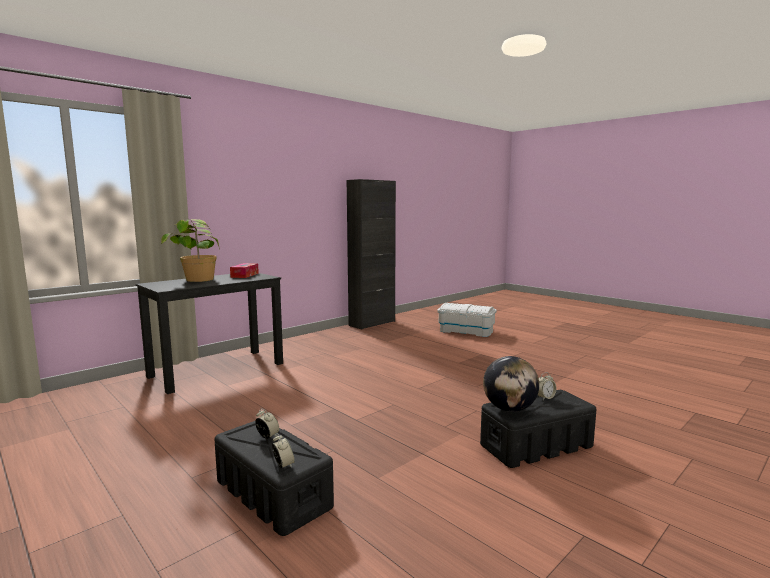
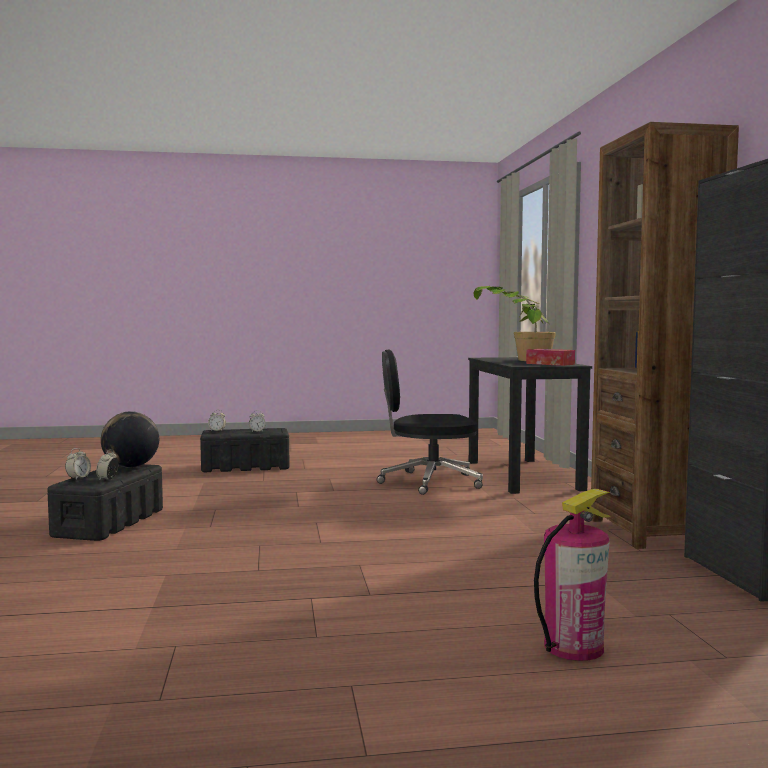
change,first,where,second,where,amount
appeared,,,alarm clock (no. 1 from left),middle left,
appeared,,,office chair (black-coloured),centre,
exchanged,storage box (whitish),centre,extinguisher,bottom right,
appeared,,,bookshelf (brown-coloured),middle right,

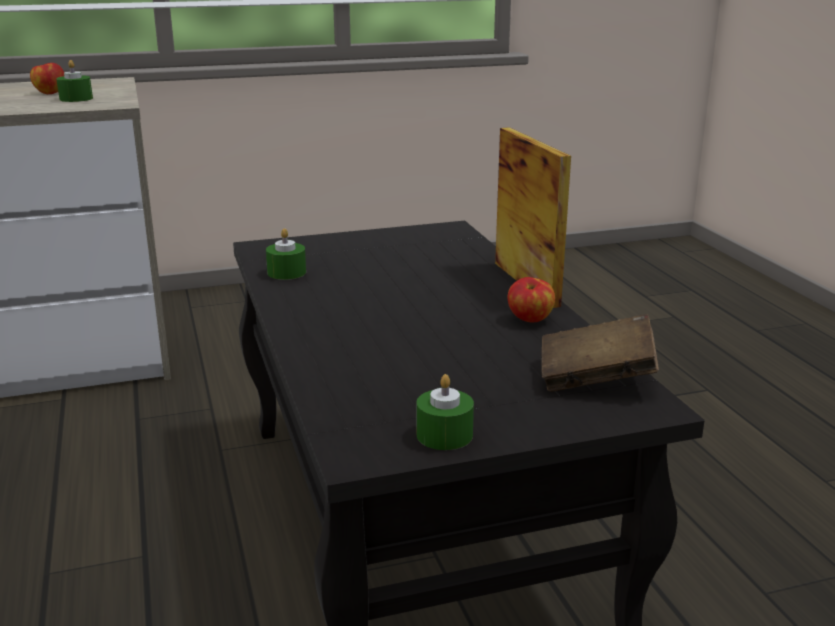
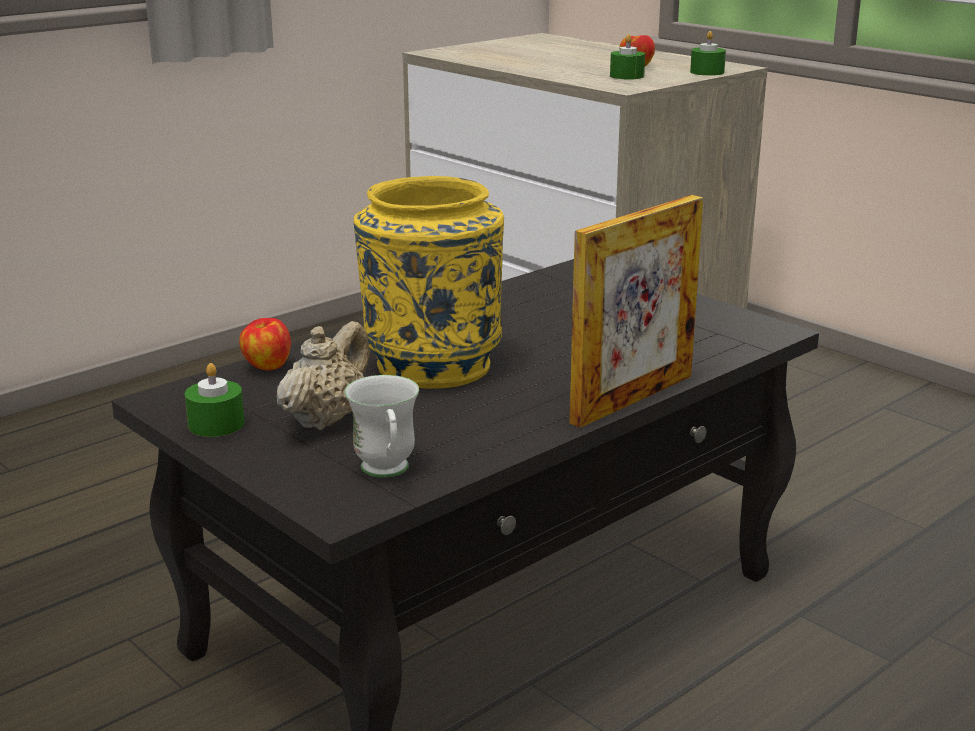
change,first,where,second,where,amount
relocated,apple (no. 2 from left in the first image),centre,apple (no. 1 from left),middle left,
appeared,,,teapot (beige-coloured),middle left,
exchanged,book (brown-coloured),middle right,coffee mug (whitish),centre,
appeared,,,decorative vase (yellow-coloured),centre,
relocated,candle (green-coloured) (no. 2 from left in the first image),centre,candle (green-coloured) (no. 3 from left),top right,

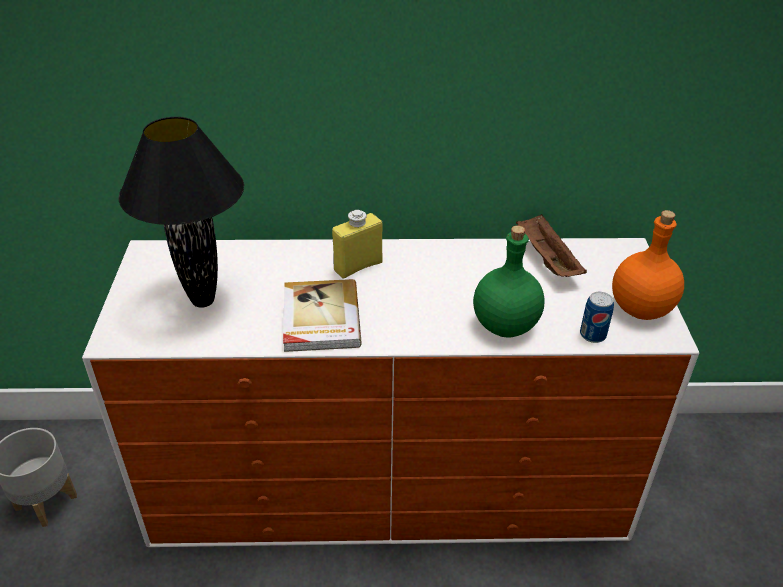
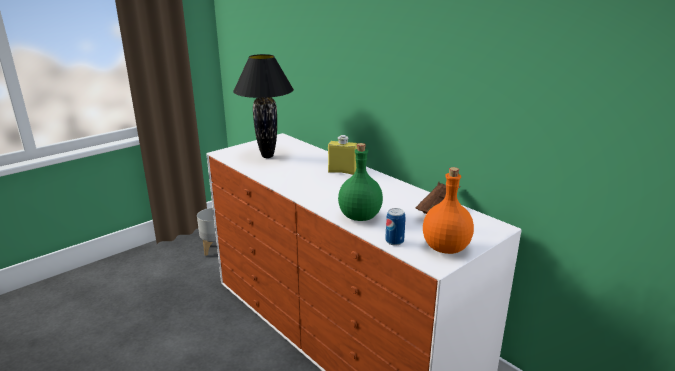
change,first,where,second,where,amount
missing,book,centre,,,

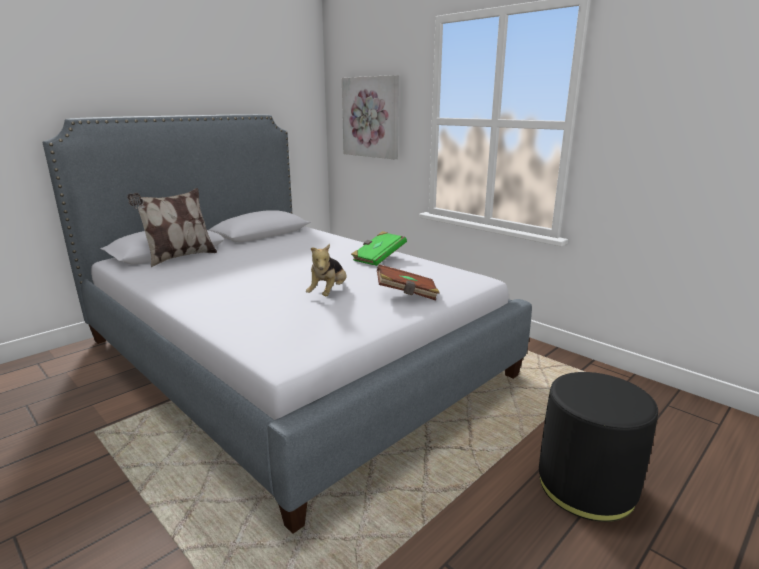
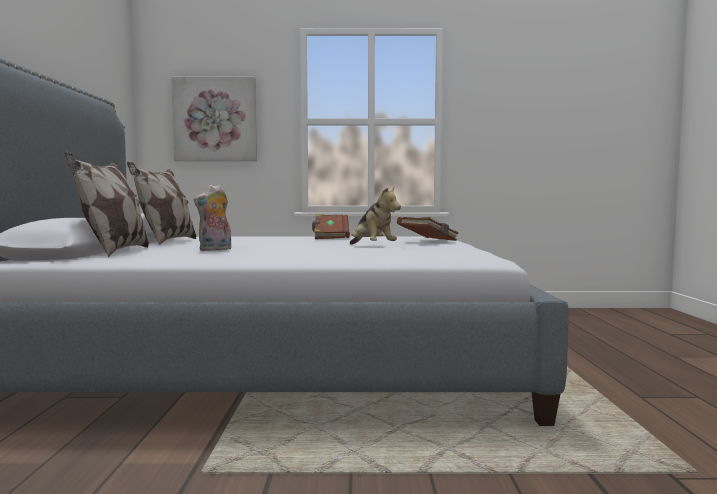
change,first,where,second,where,amount
appeared,,,throw pillow (no. 2 from left),middle left,
appeared,,,cuddly toy (no. 1 from left),middle left,
colour,book (green-coloured),centre,book (brown-coloured) (no. 1 from left),centre,
missing,footrest (black-coloured),bottom right,,,

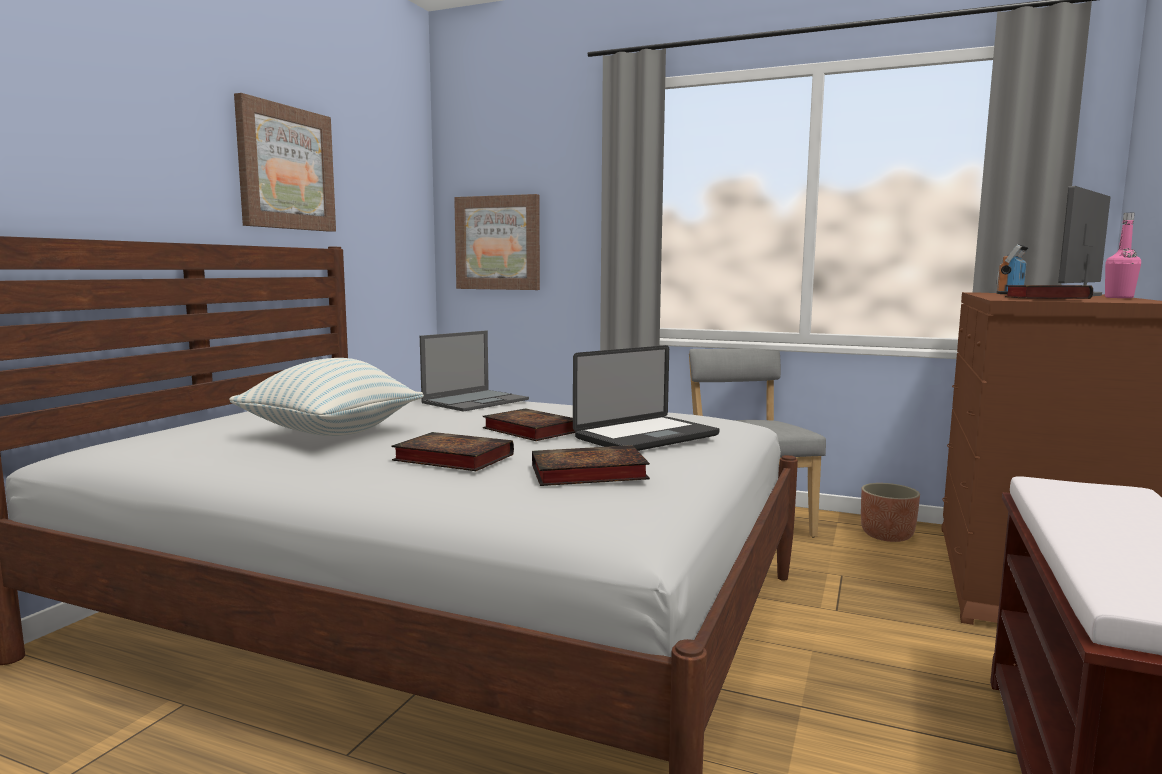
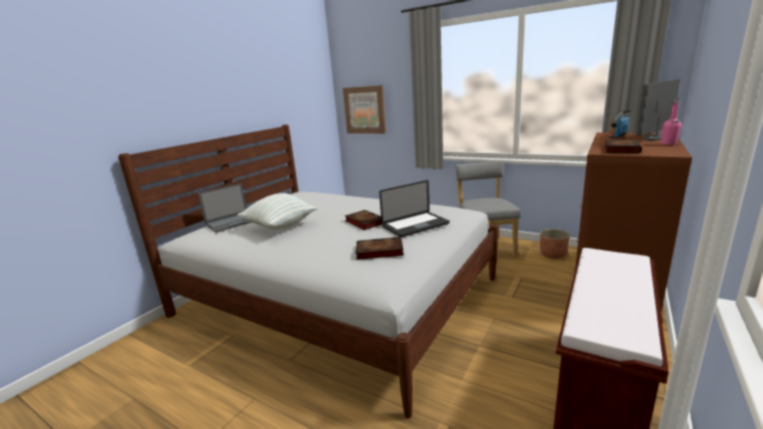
change,first,where,second,where,amount
relocated,portable computer (no. 1 from left),centre,,middle left,
missing,wall art (no. 1 from left),top left,,,
missing,book (no. 1 from left),centre,,,

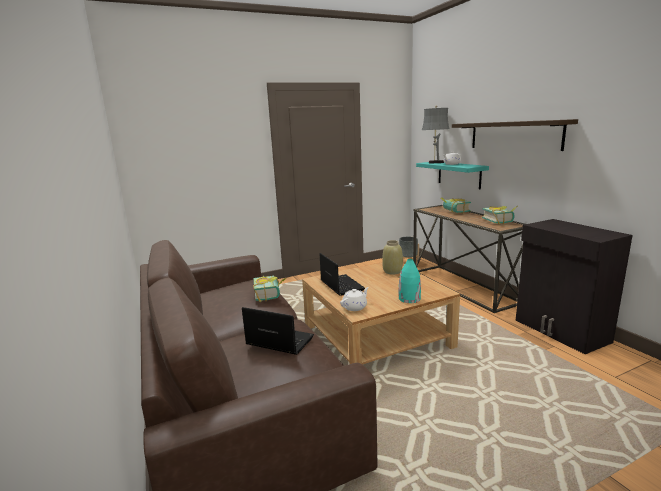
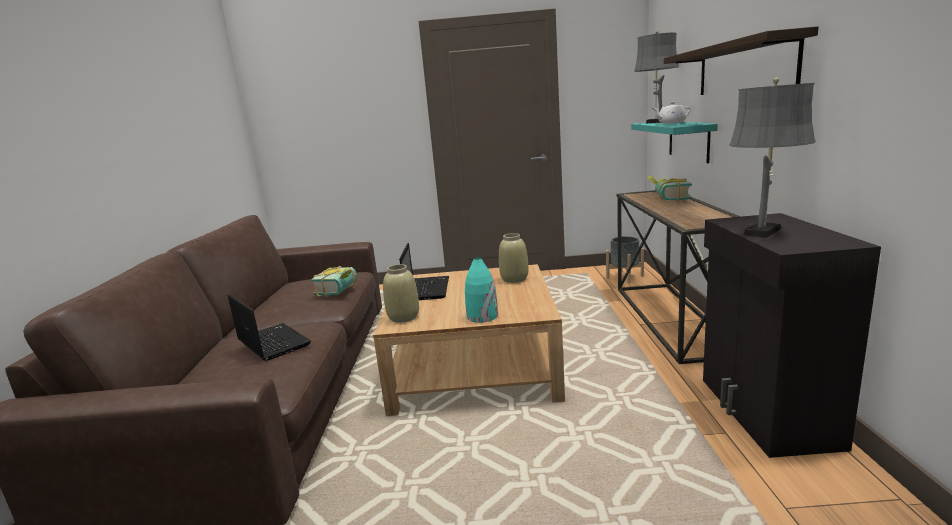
change,first,where,second,where,amount
exchanged,teapot (whitish) (no. 1 from left),centre,decorative vase (beige-coloured) (no. 1 from left),centre,
appeared,,,tabletop lamp (greyish) (no. 2 from left),top right,
missing,book (no. 3 from left),middle right,,,

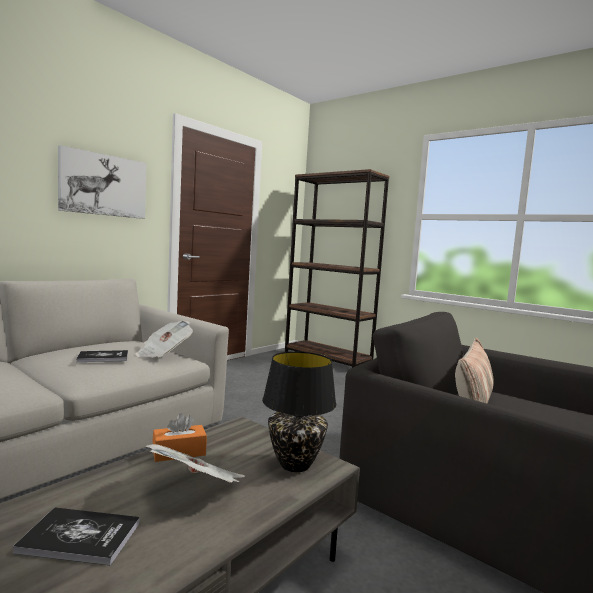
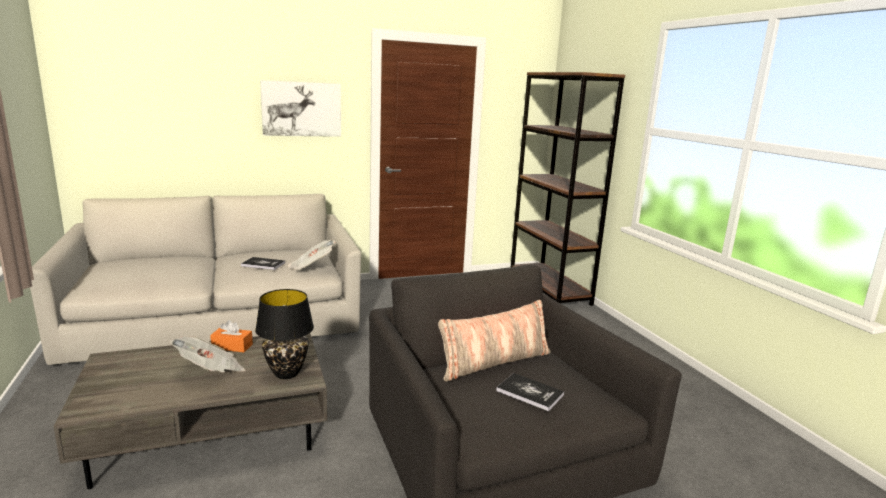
change,first,where,second,where,amount
relocated,book (no. 1 from left in the first image),bottom left,book (no. 2 from left),bottom centre,

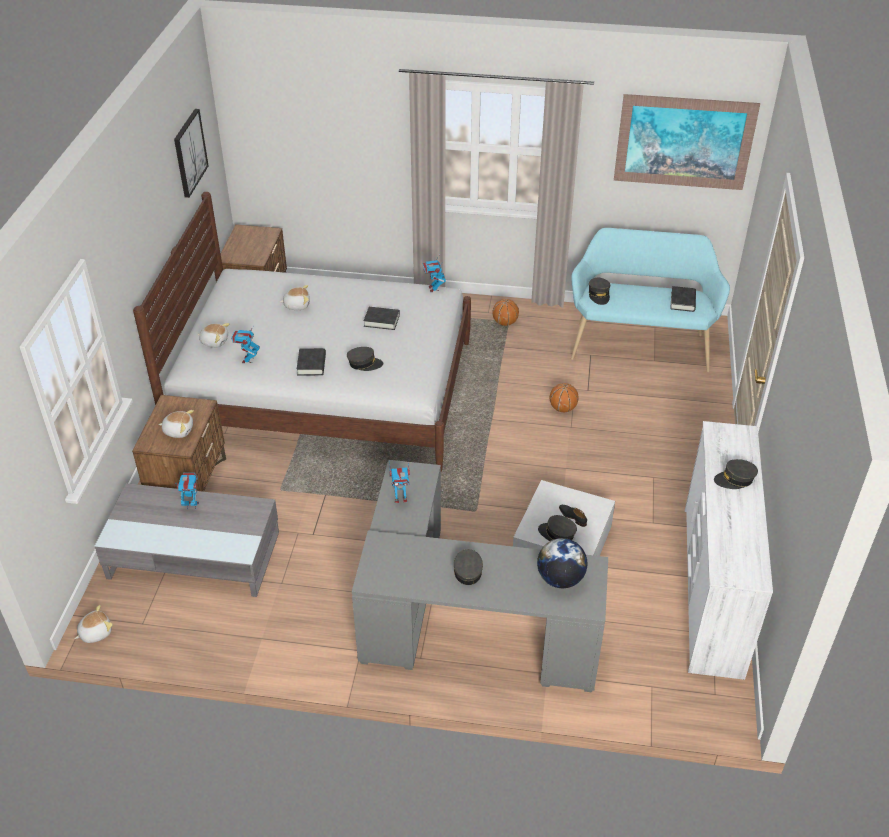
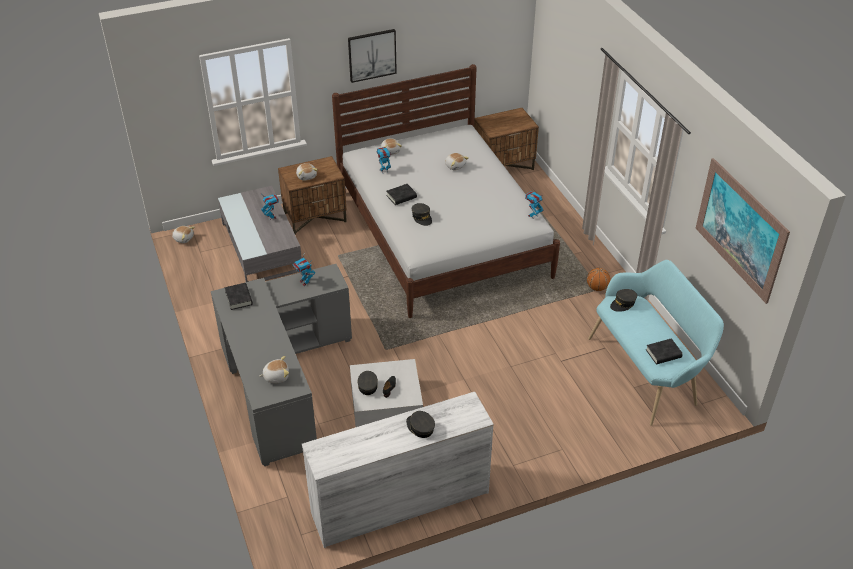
change,first,where,second,where,amount
relocated,book (black-coloured) (no. 2 from left in the first image),centre,book (black-coloured) (no. 1 from left),middle left,
exchanged,desk globe,bottom centre,cuddly toy (no. 2 from left),middle left,
relocated,wall art (no. 1 from left),top left,,top centre,
missing,peaked cap (greyish) (no. 2 from left),bottom centre,,,
missing,basketball ball (no. 2 from left),centre,,,

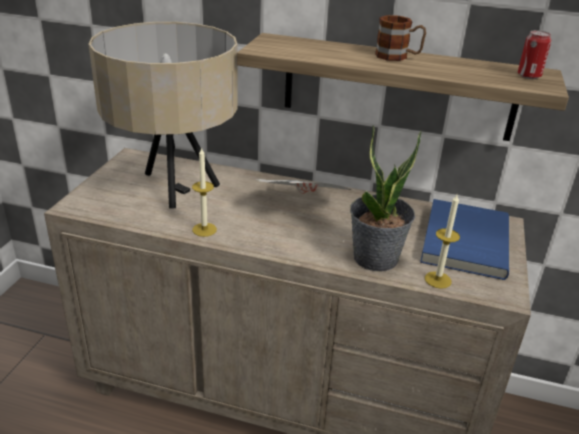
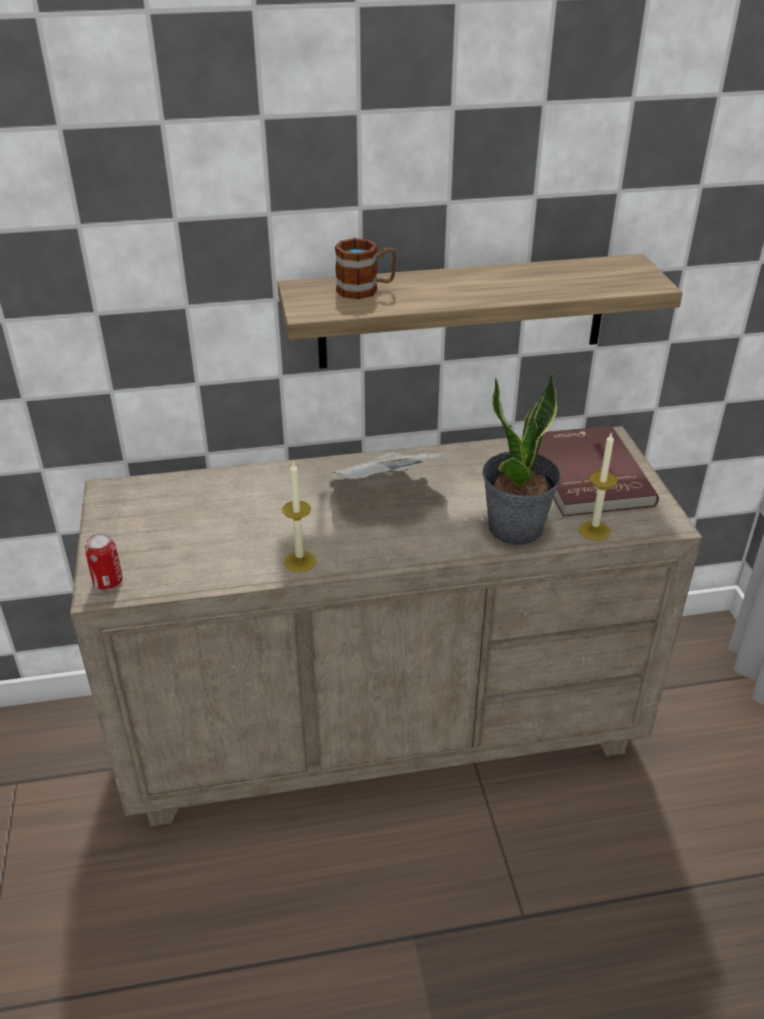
change,first,where,second,where,amount
relocated,sealed can,top right,,middle left,
relocated,coffee mug,top right,,top centre,
colour,book (bluish),middle right,book (red-coloured),middle right,
missing,tabletop lamp (beige-coloured),top left,,,

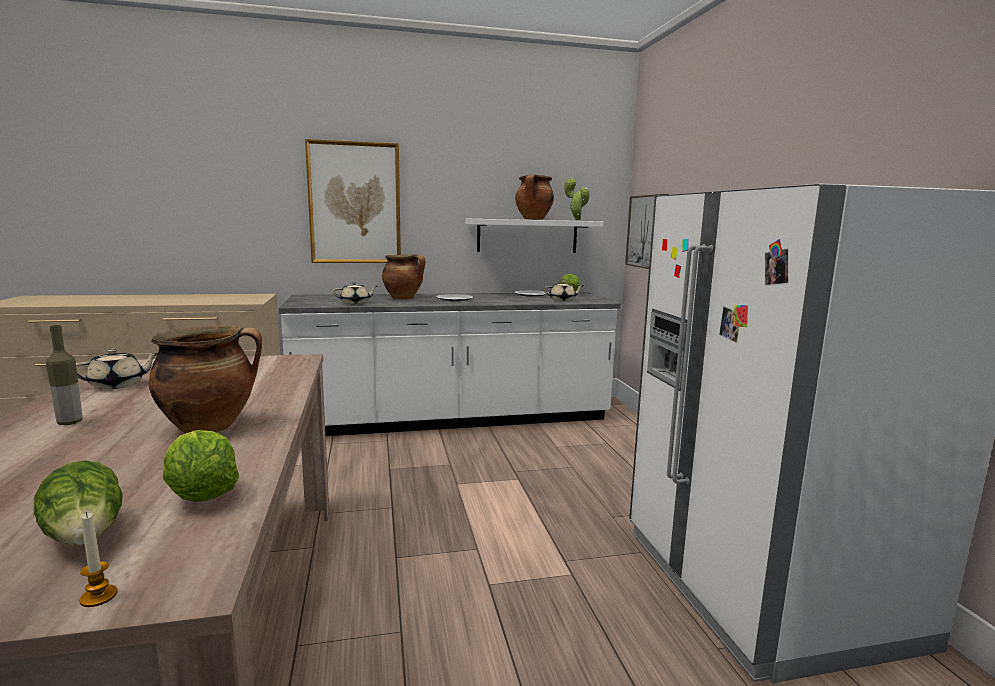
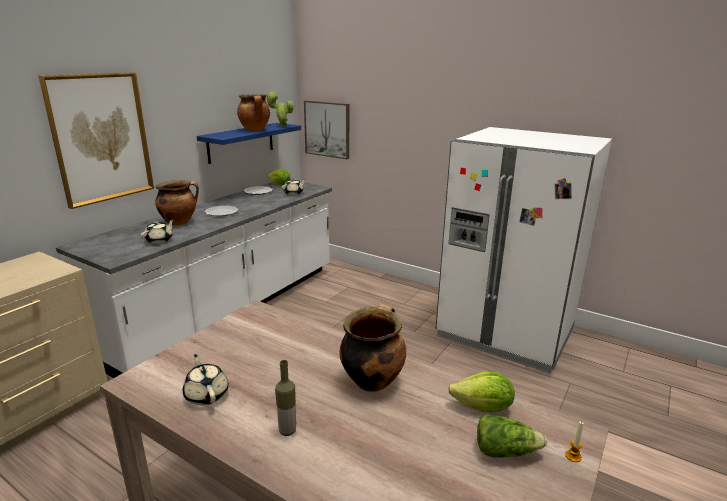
change,first,where,second,where,amount
spun,teapot (beige-coloured) (no. 1 from left in the first image),middle left,teapot (beige-coloured) (no. 2 from left),bottom left,45 degrees counterclockwise
colour,shelf (whitish),centre,shelf (bluish),top centre,

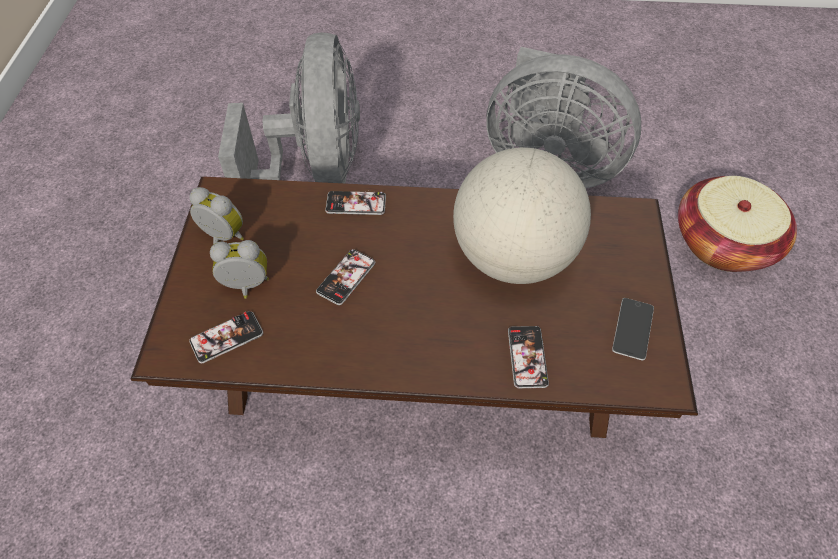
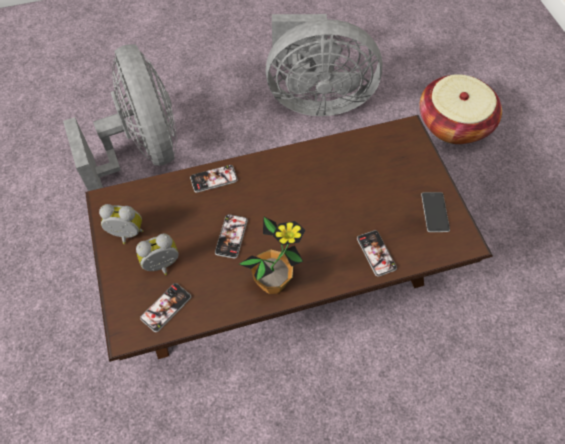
change,first,where,second,where,amount
appeared,,,houseplant,centre,
missing,desk globe,centre,,,

